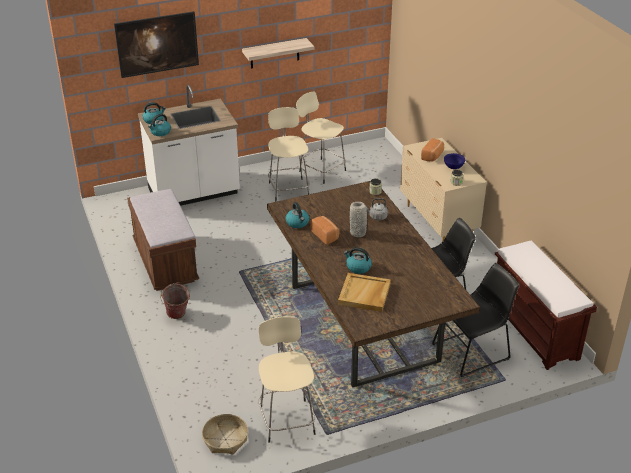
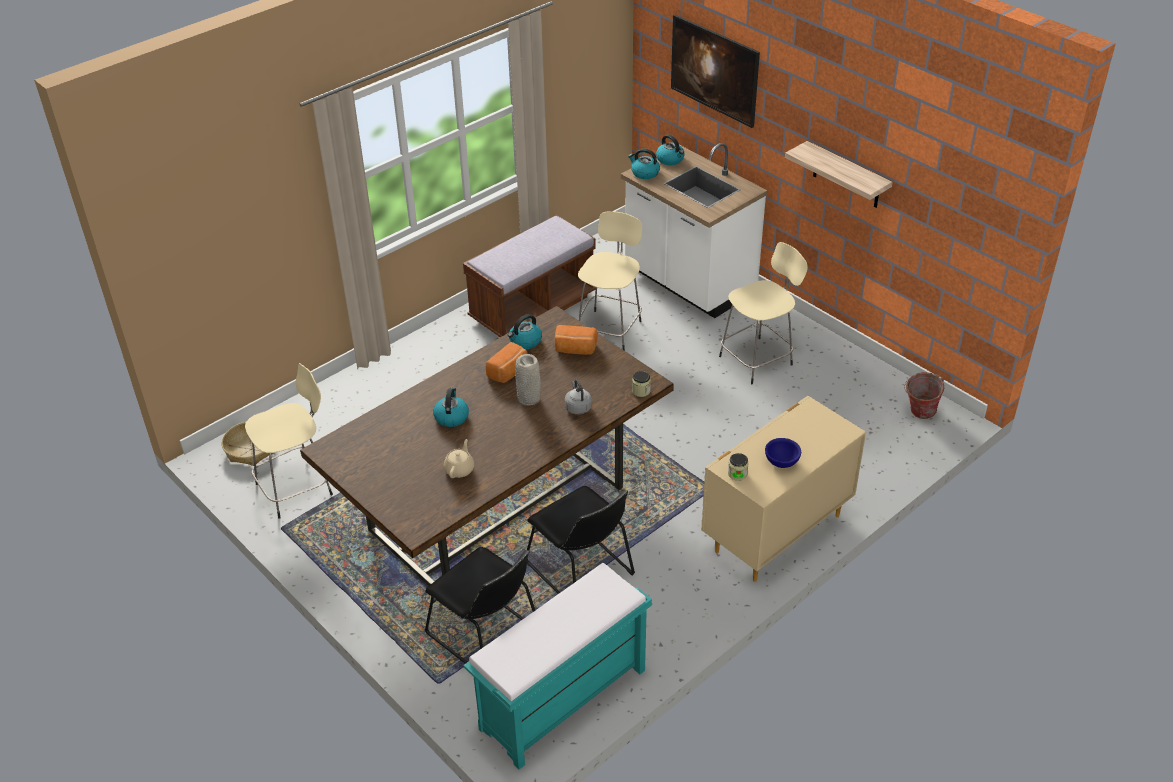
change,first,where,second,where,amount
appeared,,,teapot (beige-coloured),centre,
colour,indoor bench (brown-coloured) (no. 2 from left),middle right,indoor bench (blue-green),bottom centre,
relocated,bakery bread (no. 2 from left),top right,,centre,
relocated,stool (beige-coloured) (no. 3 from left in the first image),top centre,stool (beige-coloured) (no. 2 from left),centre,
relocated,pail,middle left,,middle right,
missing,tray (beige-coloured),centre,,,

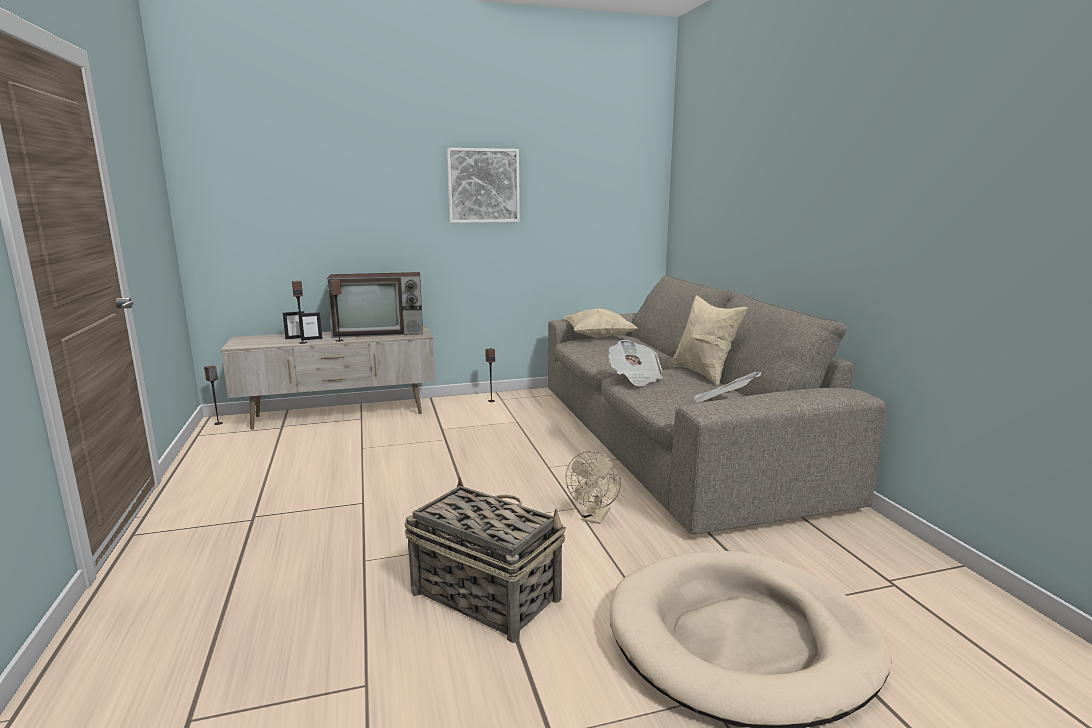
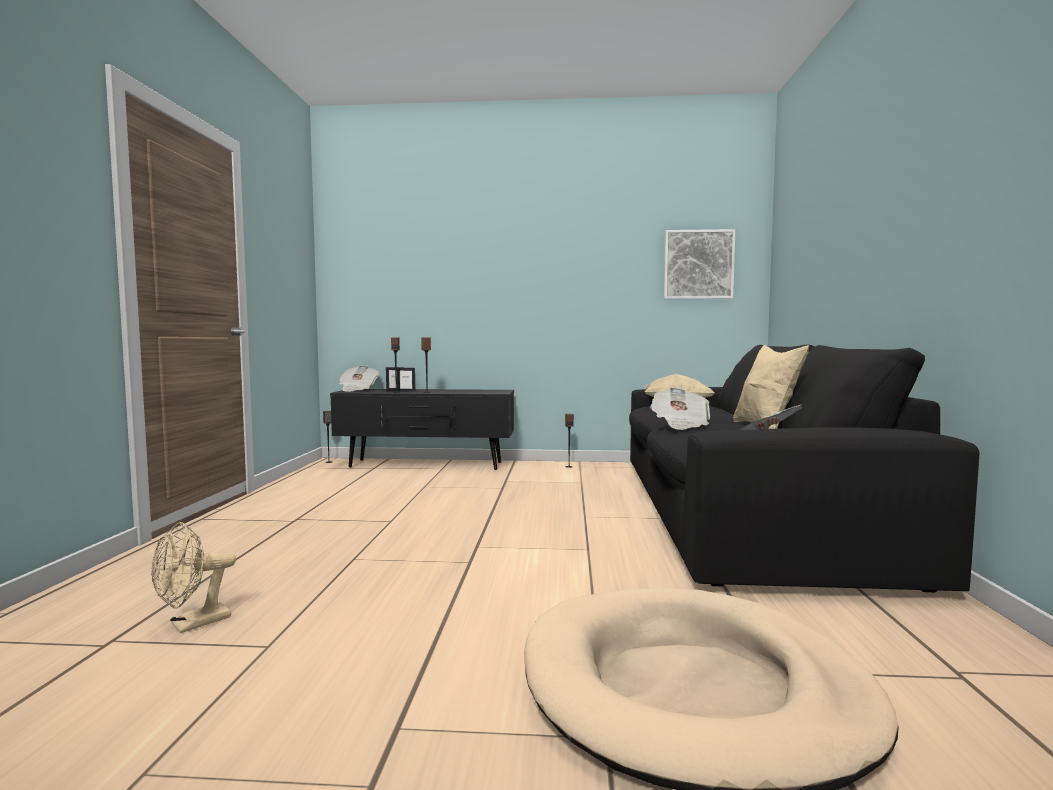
change,first,where,second,where,amount
relocated,fan (beige-coloured),bottom centre,,bottom left,
colour,tv stand (beige-coloured),middle left,tv stand (black-coloured),centre,
appeared,,,daily paper (no. 1 from left),centre,
colour,settee (beige-coloured),centre,settee (black-coloured),middle right,
relocated,wall art,top centre,,centre,
missing,television,centre,,,
missing,household basket,bottom centre,,,

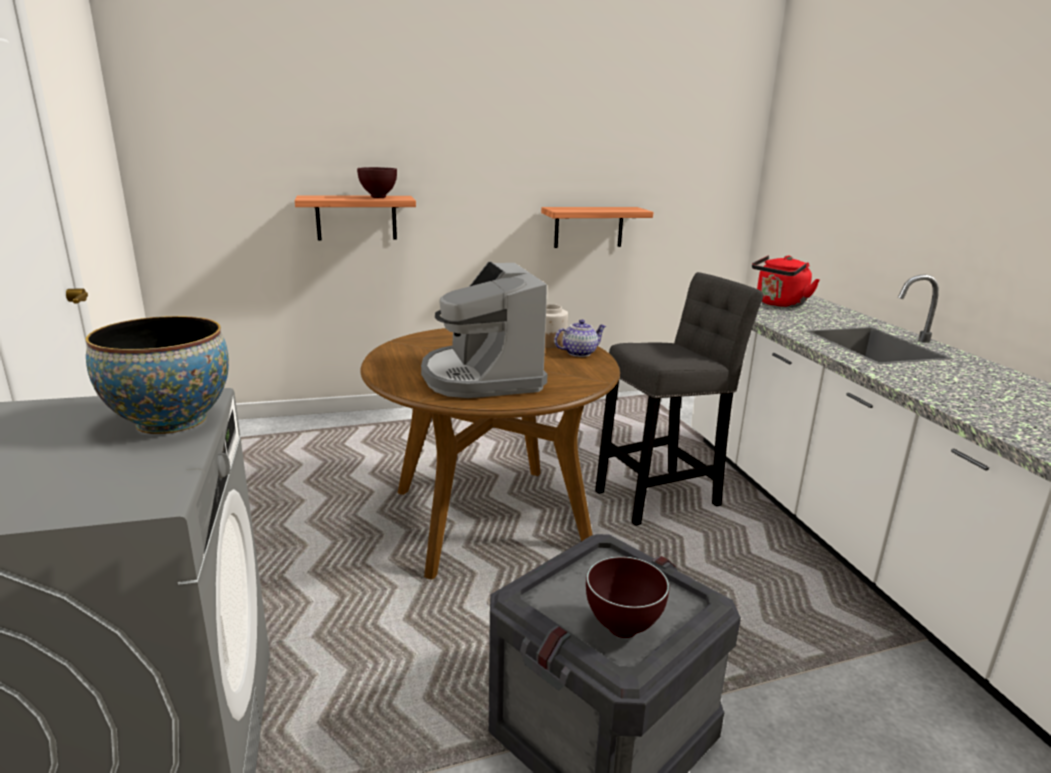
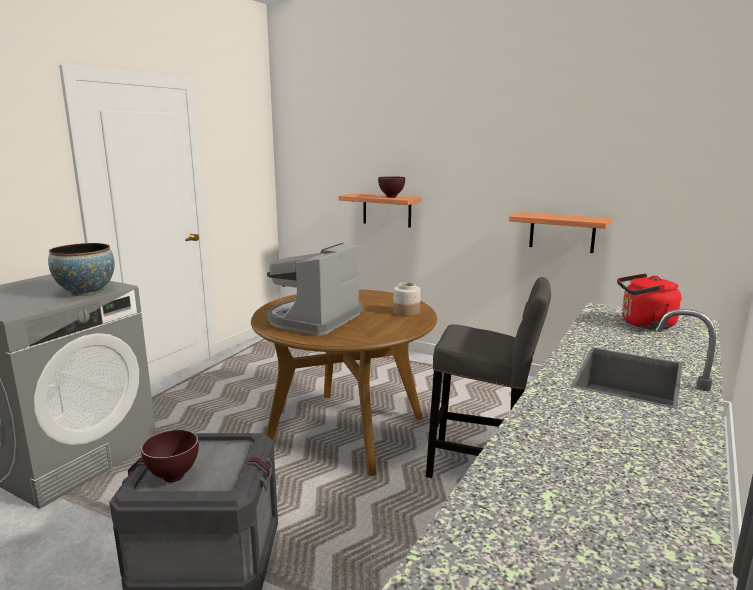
change,first,where,second,where,amount
missing,teapot,centre,,,

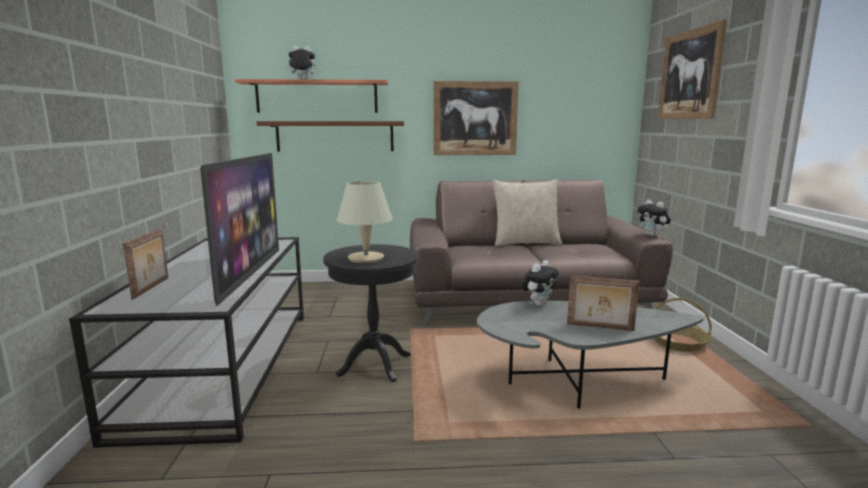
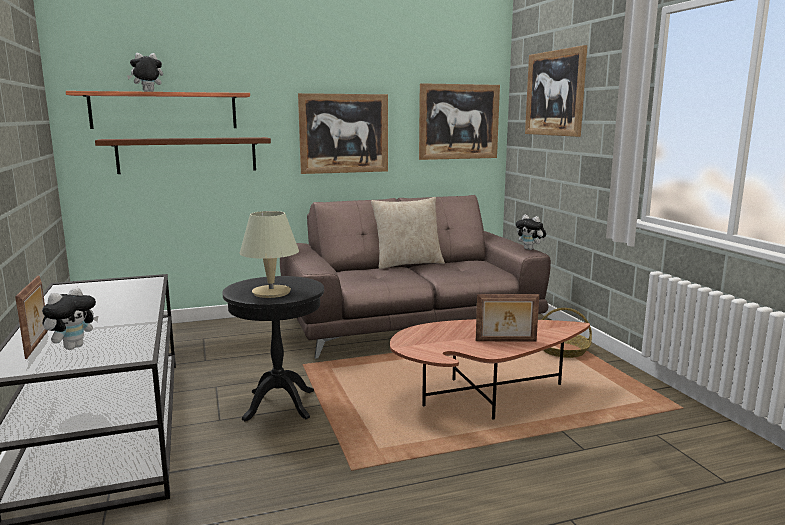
change,first,where,second,where,amount
relocated,cuddly toy (no. 2 from left in the first image),centre,cuddly toy (no. 1 from left),middle left,
colour,lounge table (greyish),bottom right,lounge table (brown-coloured),bottom centre,
appeared,,,wall art (no. 2 from left),top centre,
missing,television,middle left,,,

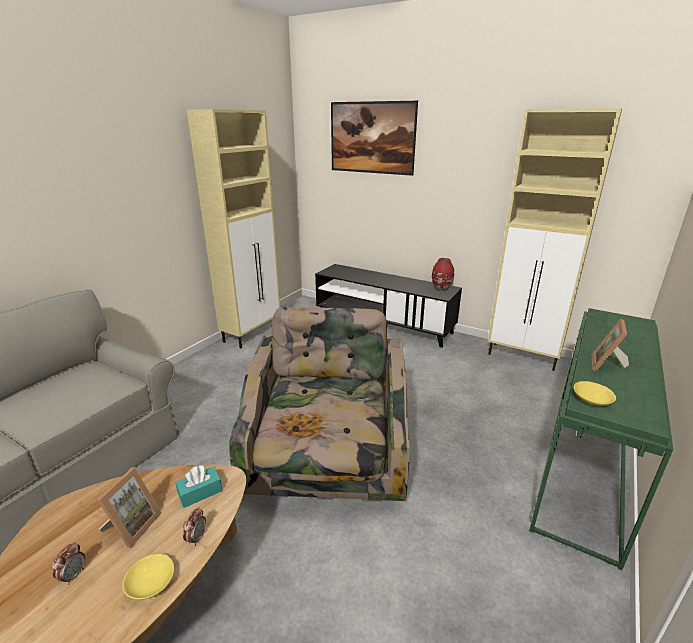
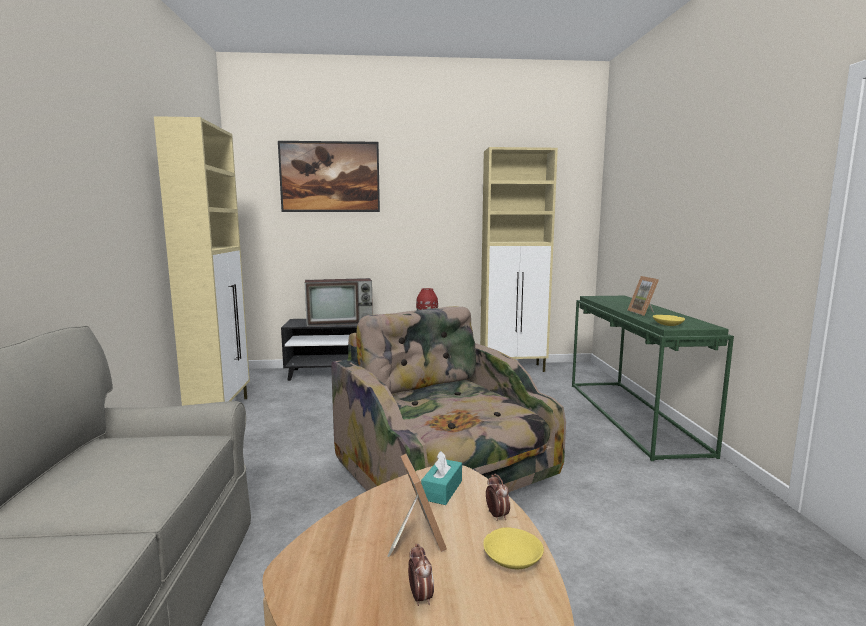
change,first,where,second,where,amount
appeared,,,television,centre,

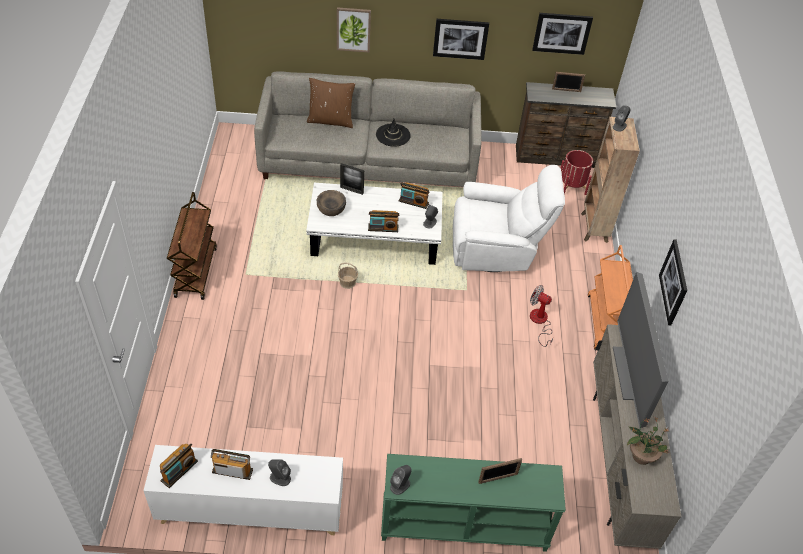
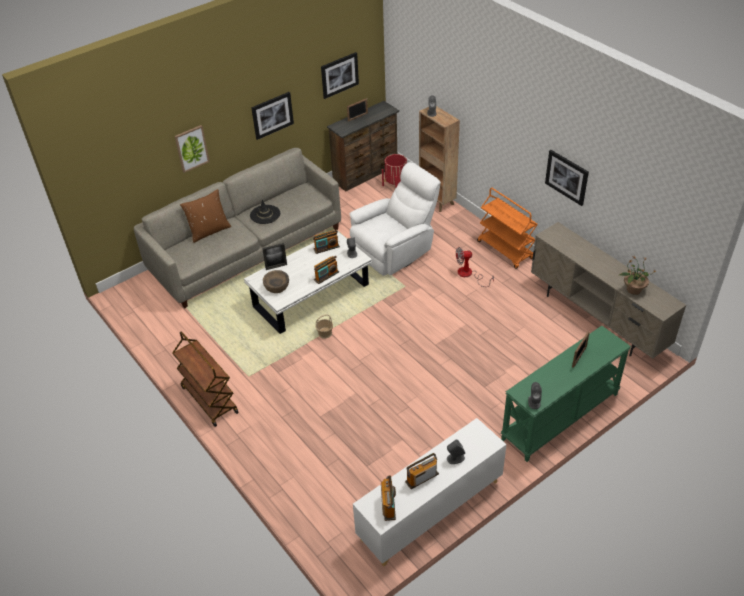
change,first,where,second,where,amount
missing,television,middle right,,,

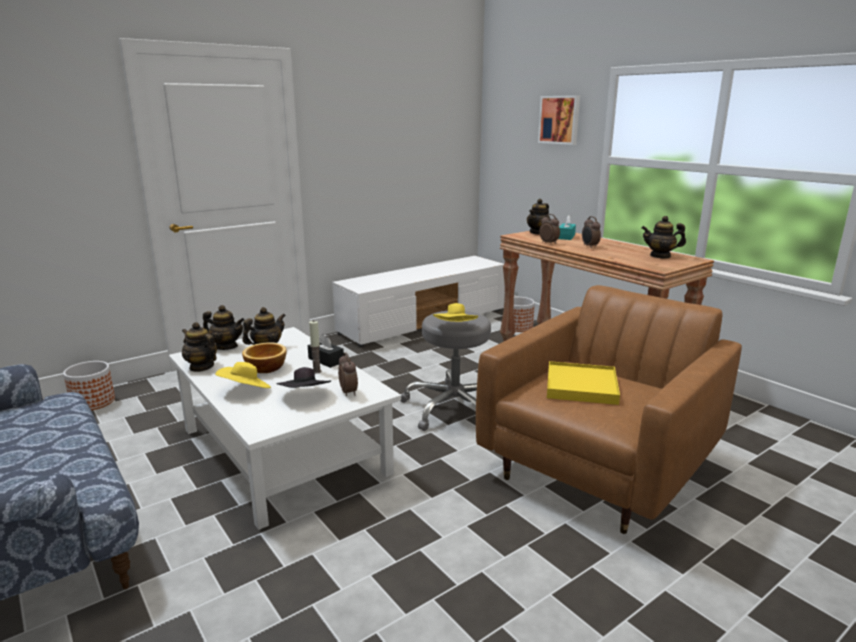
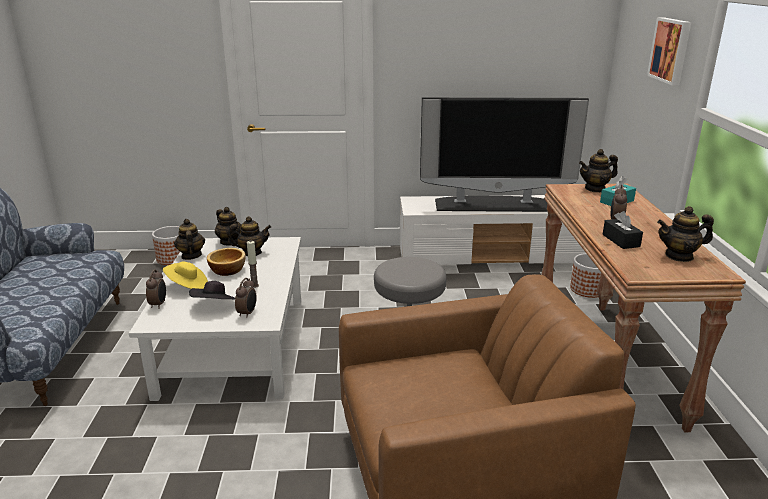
change,first,where,second,where,amount
relocated,alarm clock (no. 2 from left in the first image),centre,alarm clock (no. 1 from left),middle left,
appeared,,,television,top centre,
relocated,box of tissues (black-coloured),centre,,middle right,
spun,teapot (no. 5 from left),middle right,,middle right,45 degrees counterclockwise
missing,hat (yellow-coloured) (no. 2 from left),centre,,,
missing,tray (yellow-coloured),middle right,,,

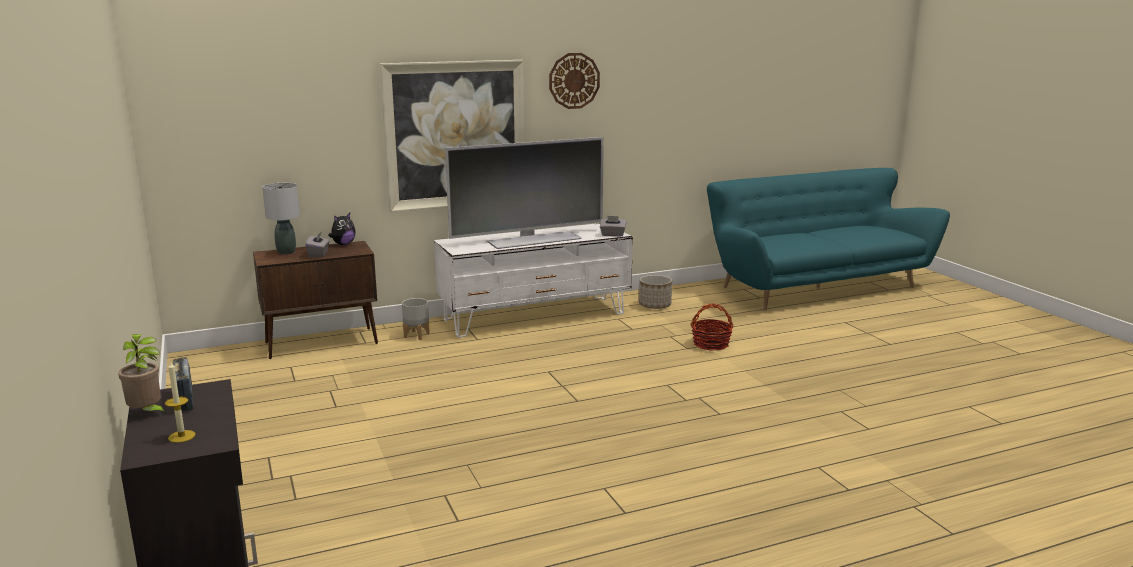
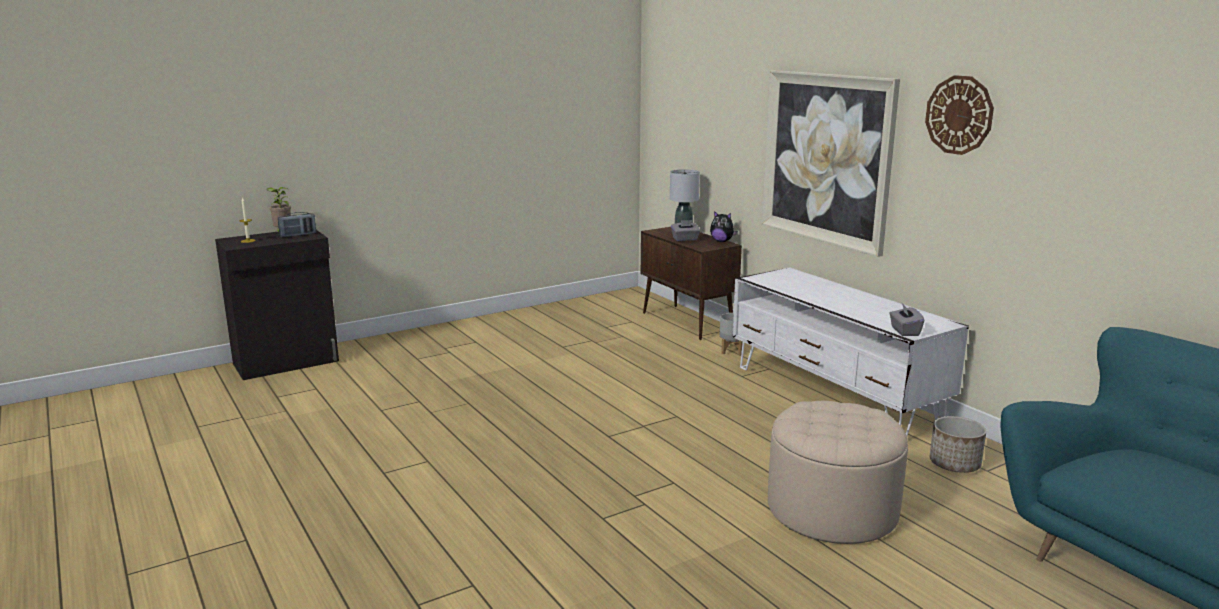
change,first,where,second,where,amount
exchanged,household basket,centre,footrest (beige-coloured),bottom right,
missing,television,centre,,,

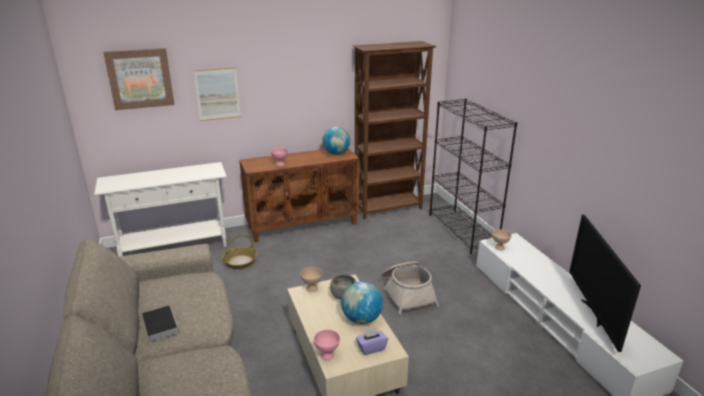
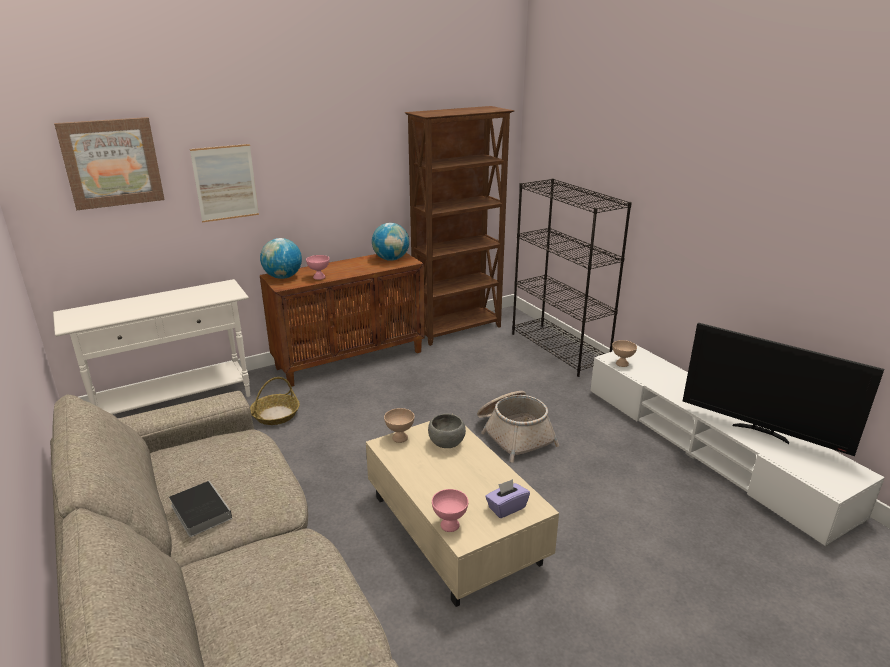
change,first,where,second,where,amount
relocated,desk globe (no. 2 from left in the first image),bottom centre,desk globe (no. 1 from left),middle left,
spun,television,bottom right,,middle right,45 degrees counterclockwise

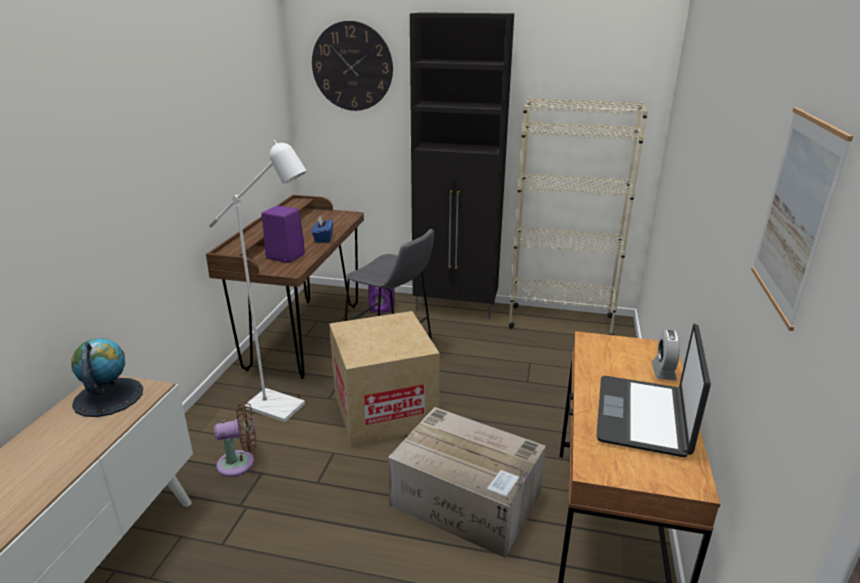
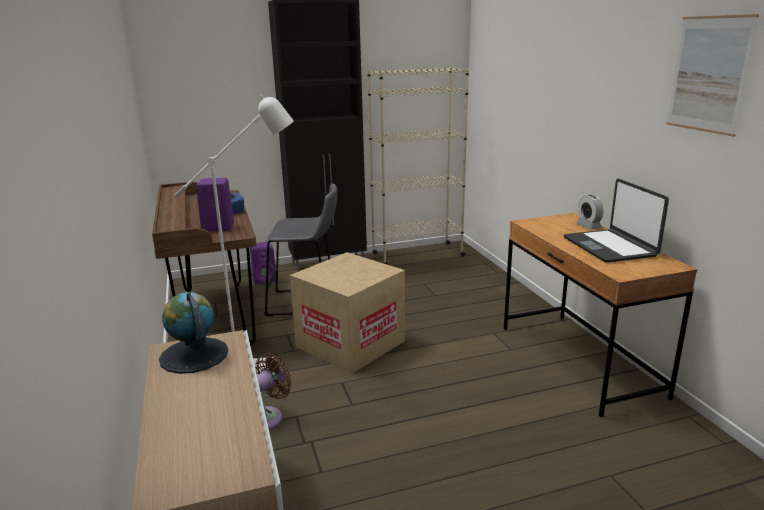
change,first,where,second,where,amount
missing,hanging clock,top centre,,,
missing,cardboard box (no. 2 from left),bottom centre,,,

